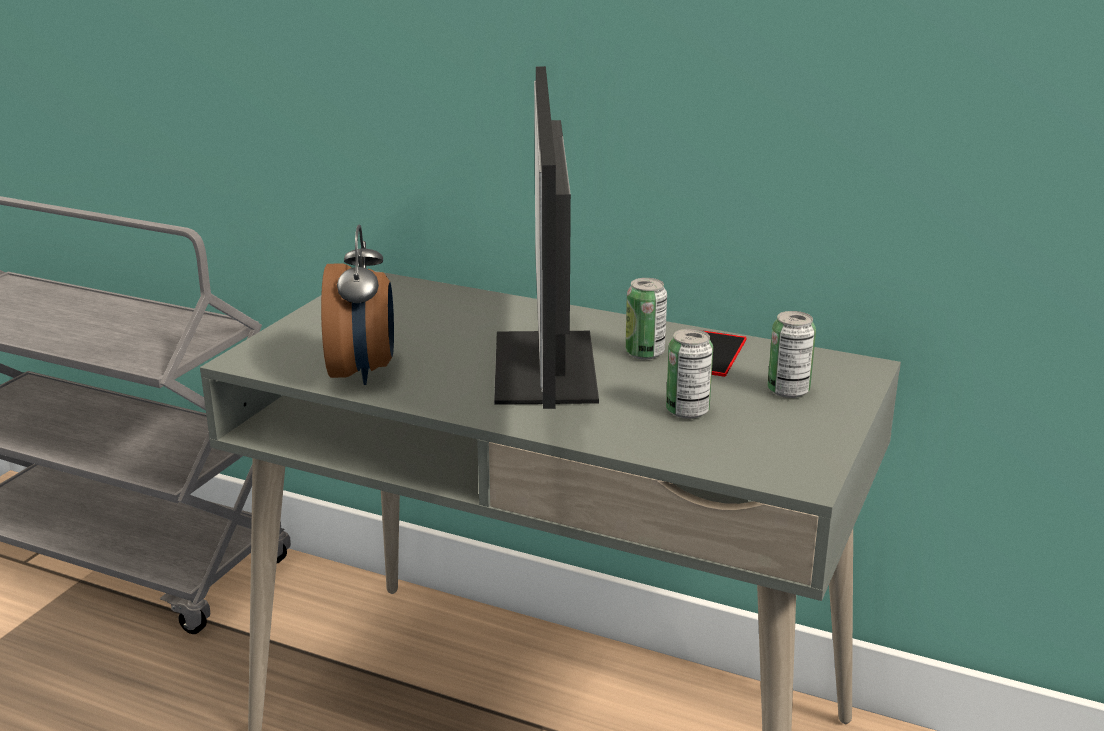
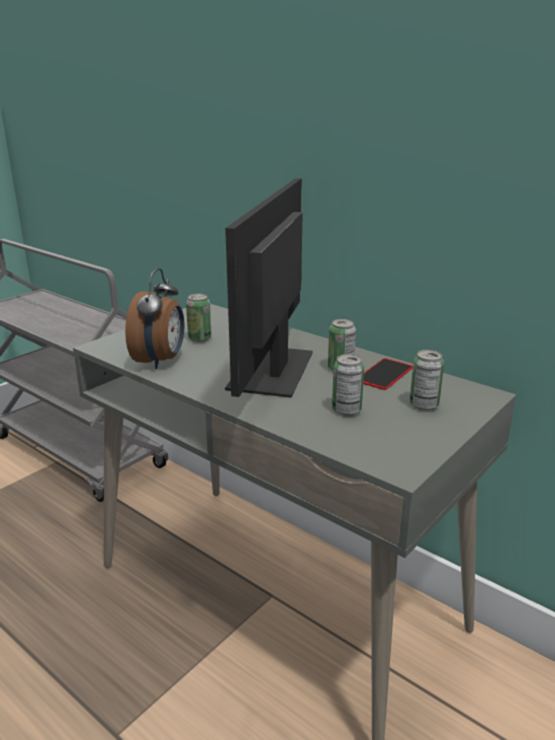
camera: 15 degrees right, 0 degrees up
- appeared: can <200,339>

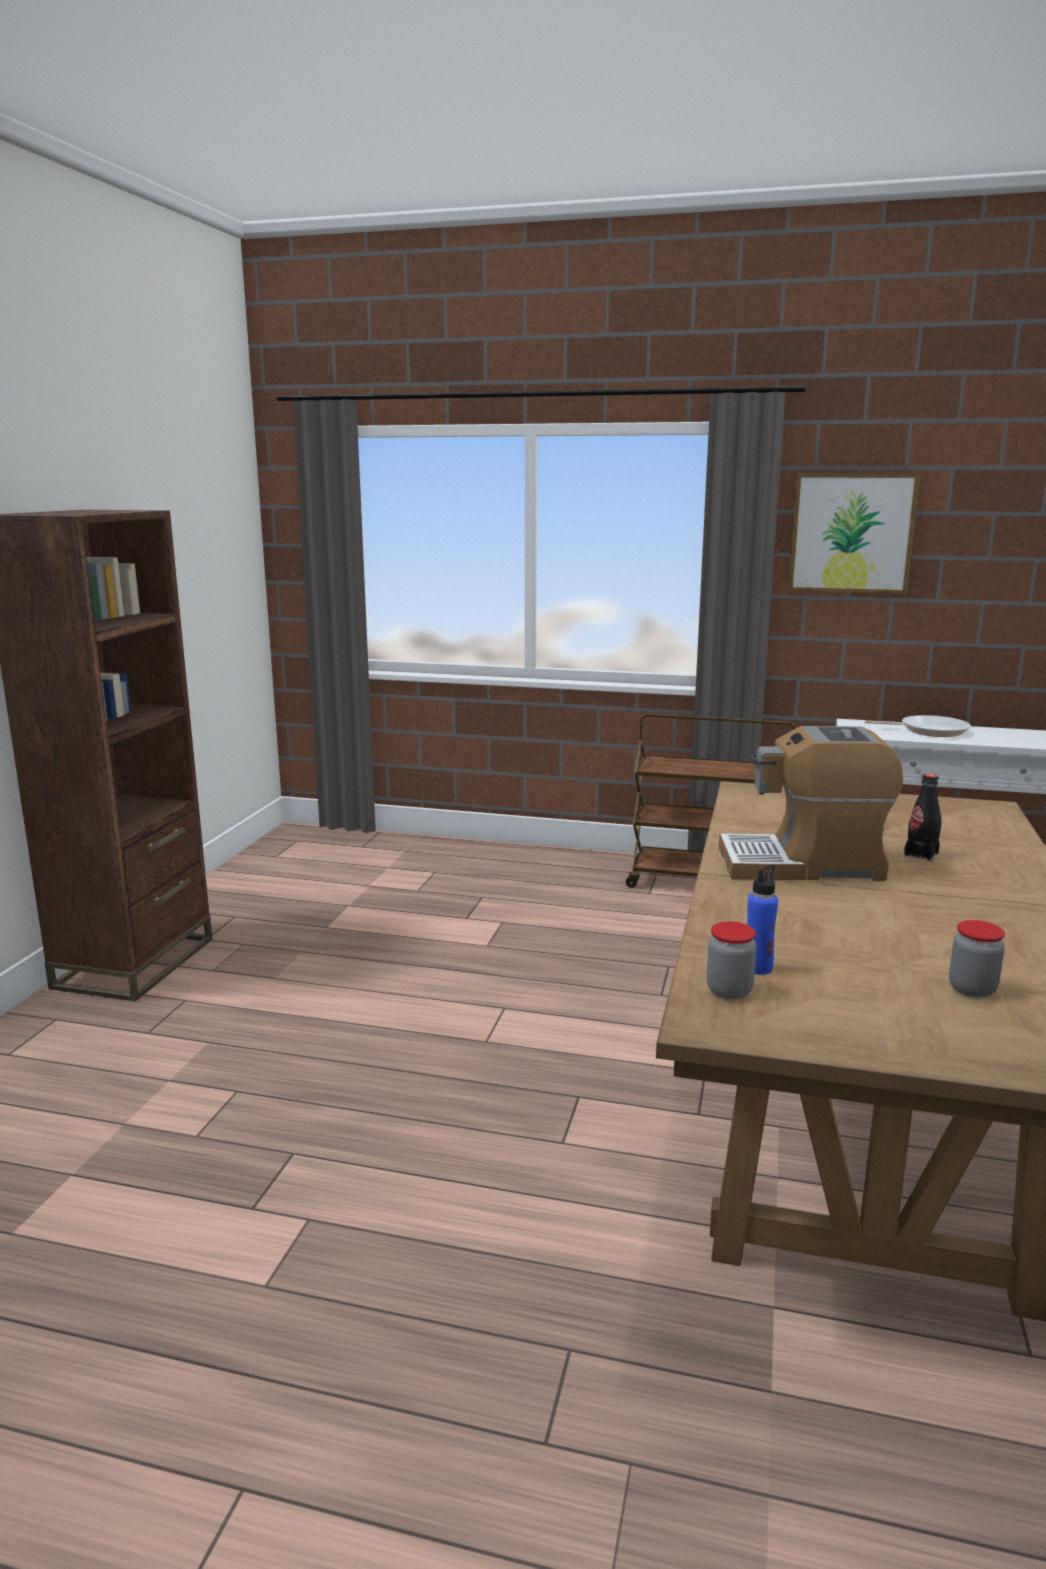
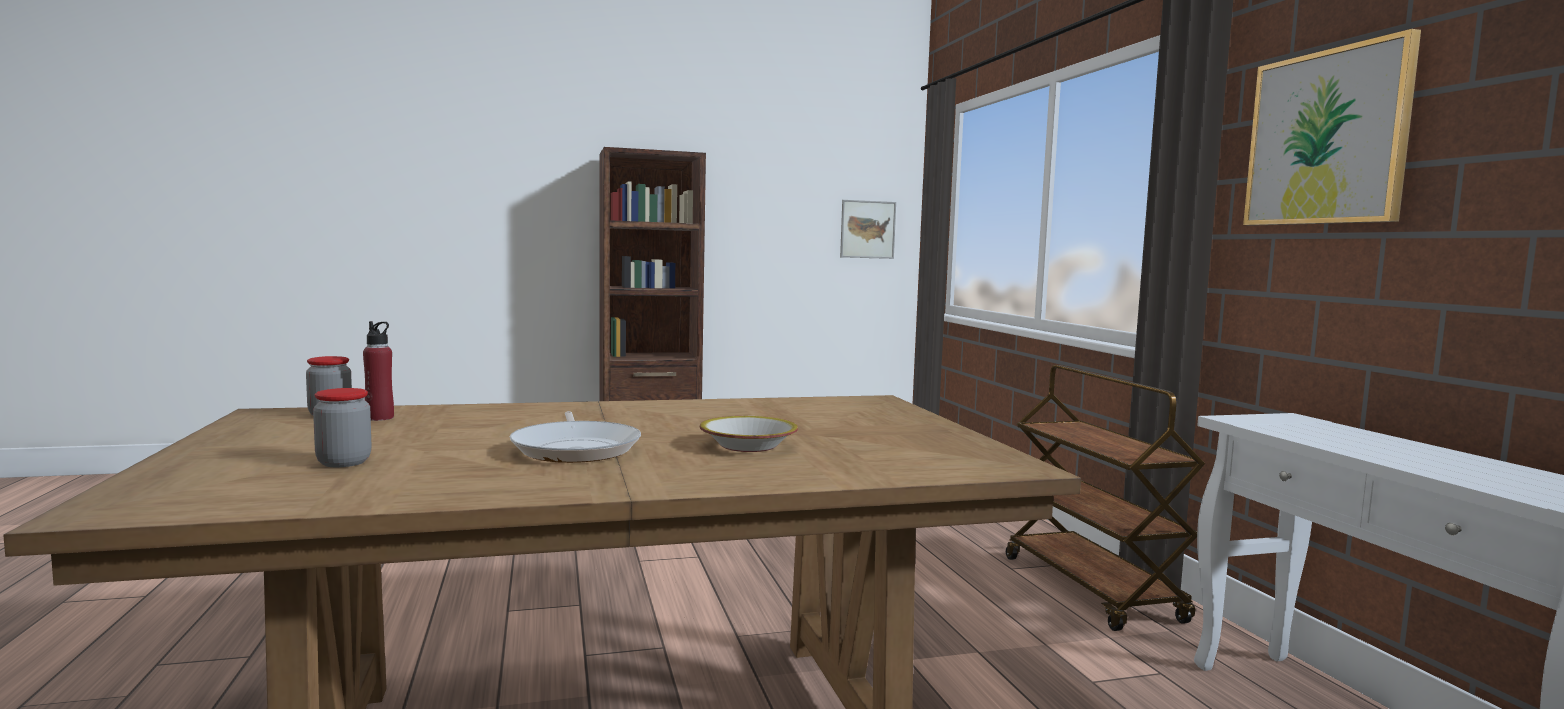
camera: 60 degrees right, 10 degrees down
- missing: coffee machine <803,864>
- colour: blue bottle <758,968> to red bottle <379,418>
- relocated: frying pan <929,730> to <576,448>
- exchanged: black bottle <921,854> to bowl <748,446>
- appeared: picture <867,229>

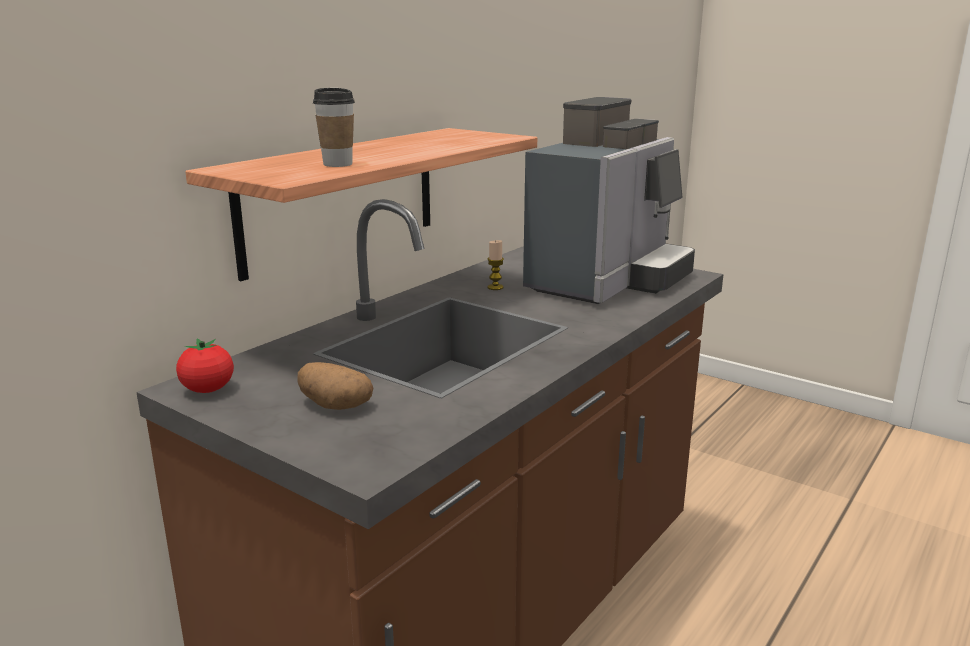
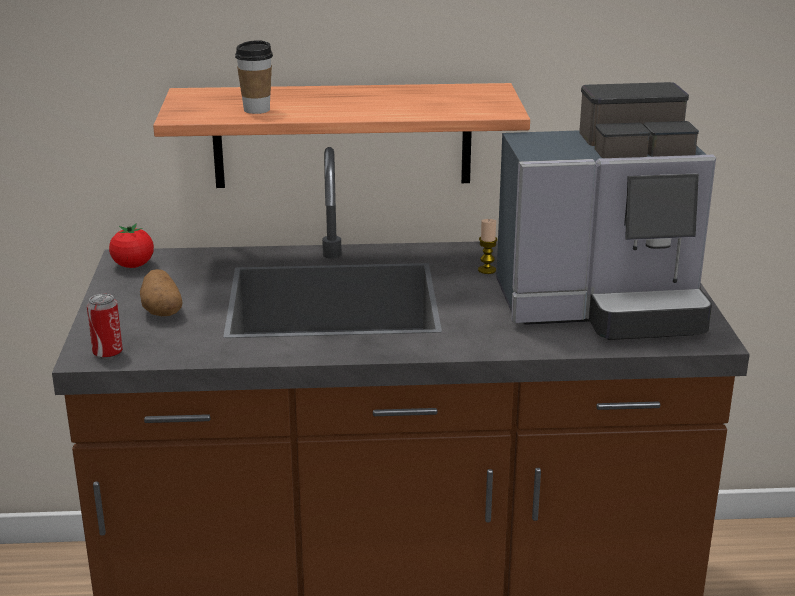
camera: 50 degrees right, 5 degrees up
- appeared: can <108,353>

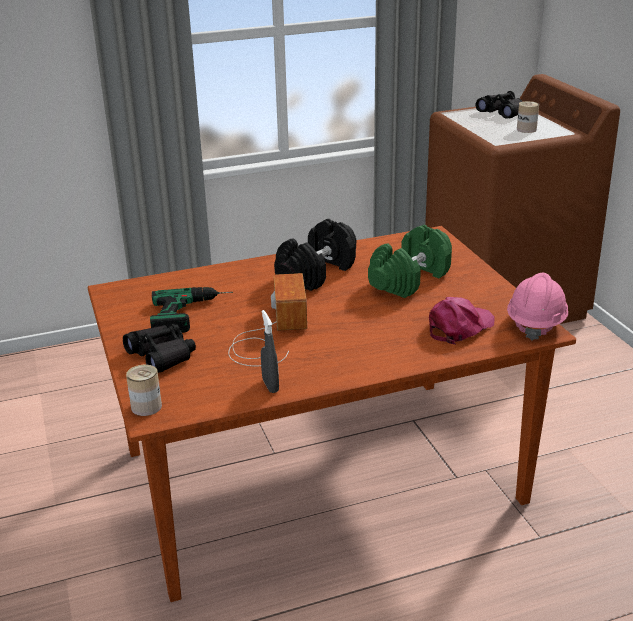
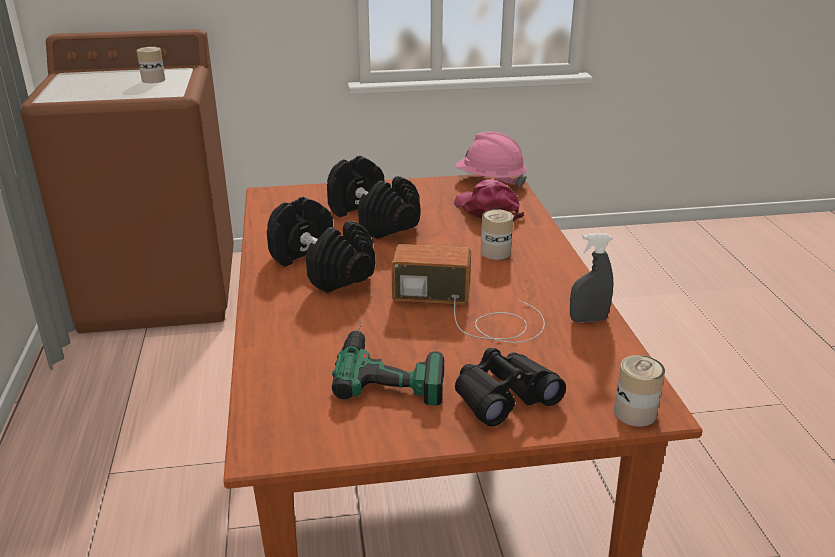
camera: 80 degrees left, 0 degrees up
- colour: green dumbbell <409,279> to black dumbbell <372,219>
- missing: black binoculars <502,112>
- appeared: can <495,252>

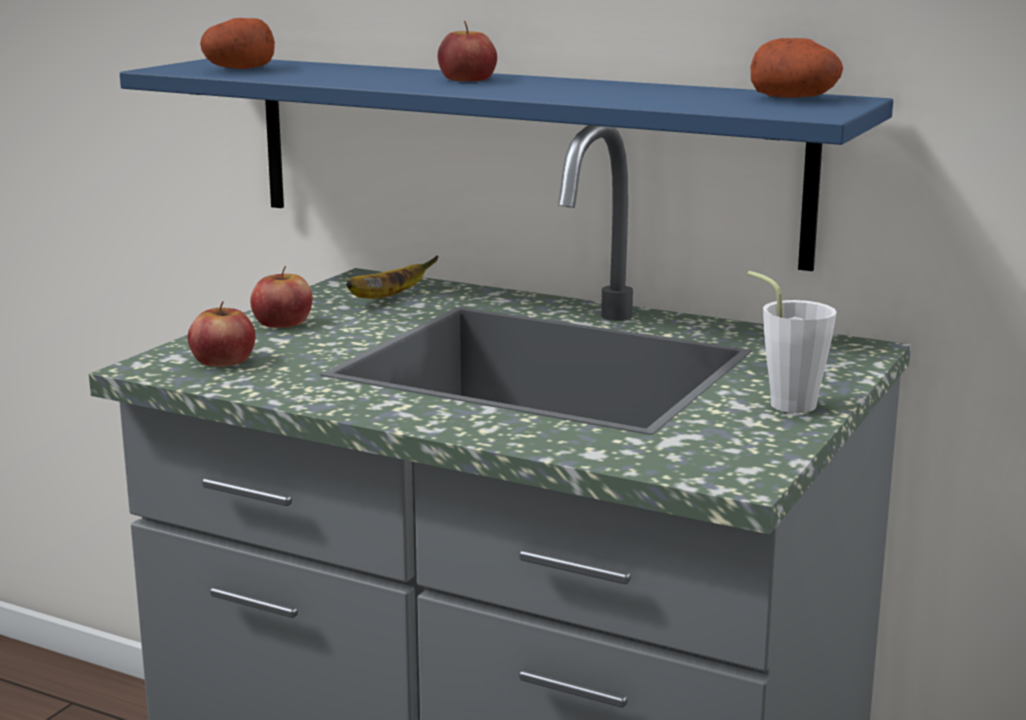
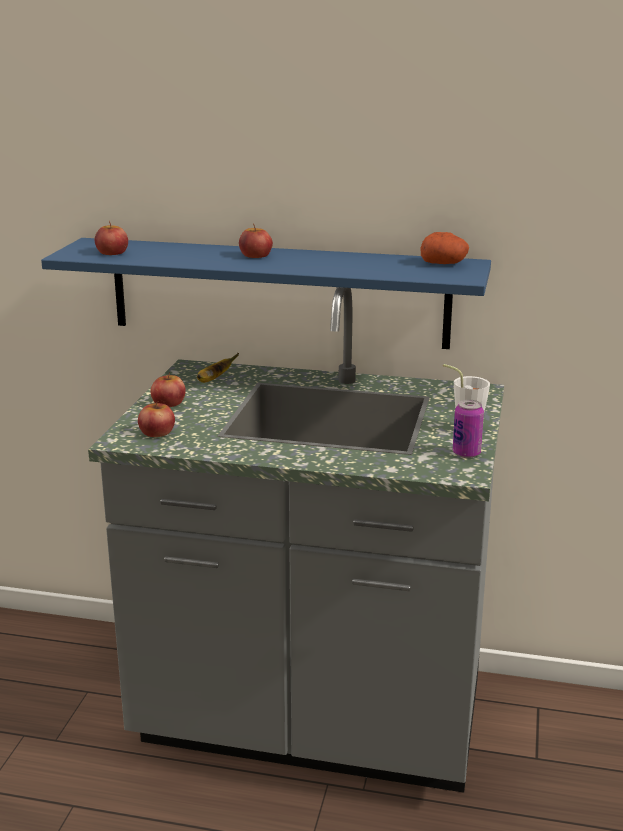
camera: 15 degrees left, 5 degrees up
- exchanged: potato <239,69> to apple <112,252>
- appeared: can <466,453>

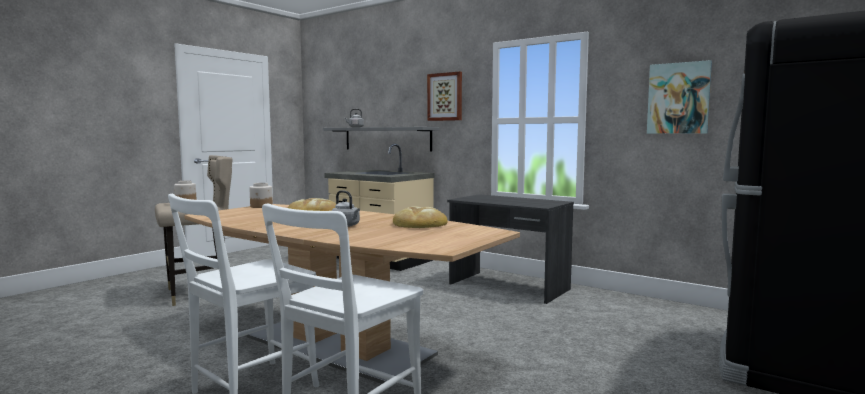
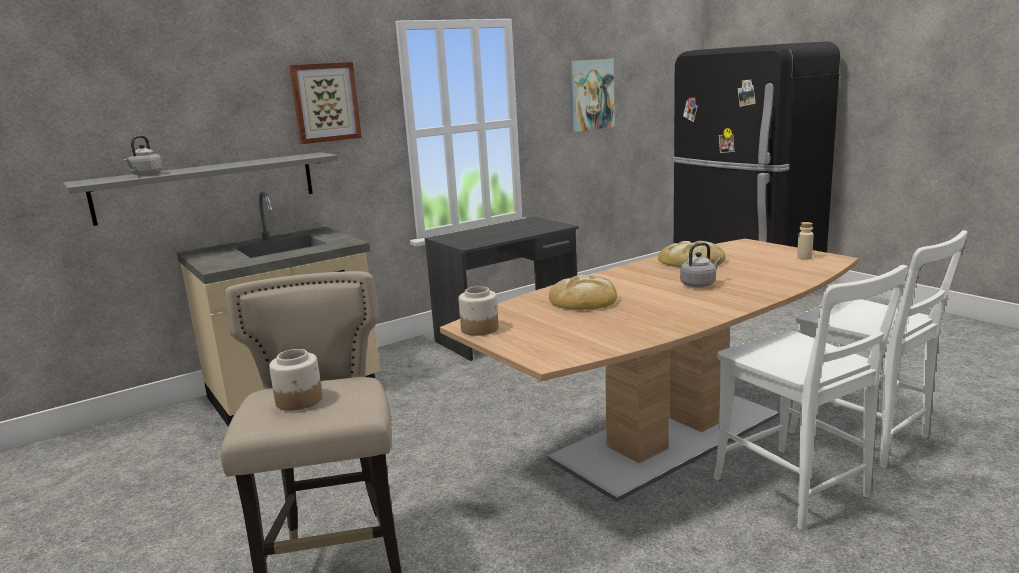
camera: 70 degrees left, 10 degrees up
- appeared: beige bottle <804,258>

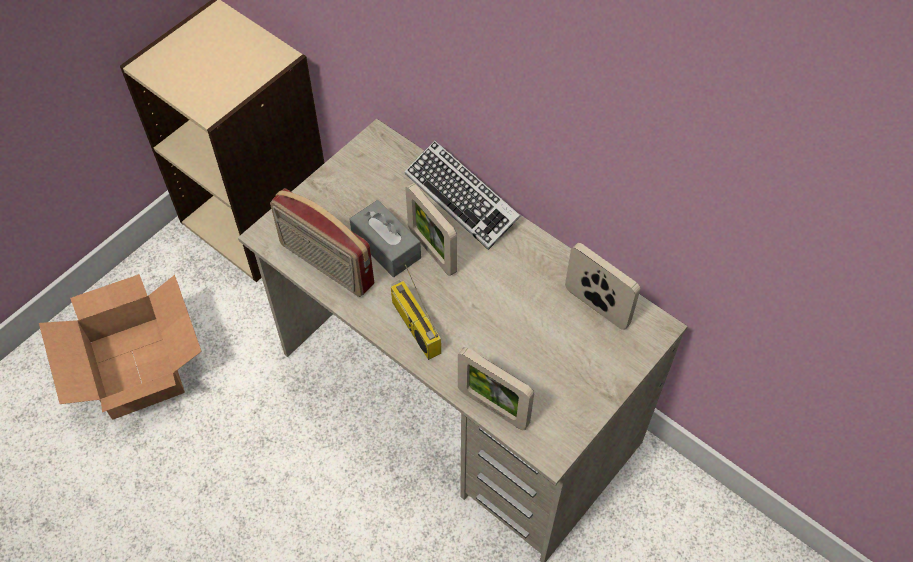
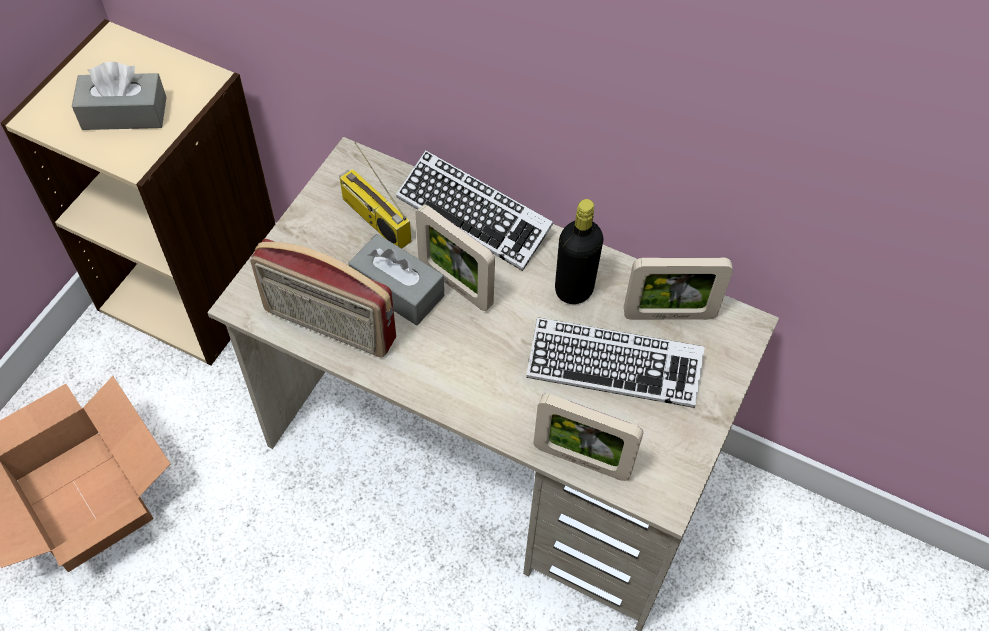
camera: 15 degrees left, 0 degrees up
- relocated: radio <414,326> to <374,219>
- spun: picture frame <596,307> = <669,315> 150 degrees clockwise
- appeared: grey tissue box <124,113>
- appeared: keyboard <613,367>
- appeared: black bottle <574,289>

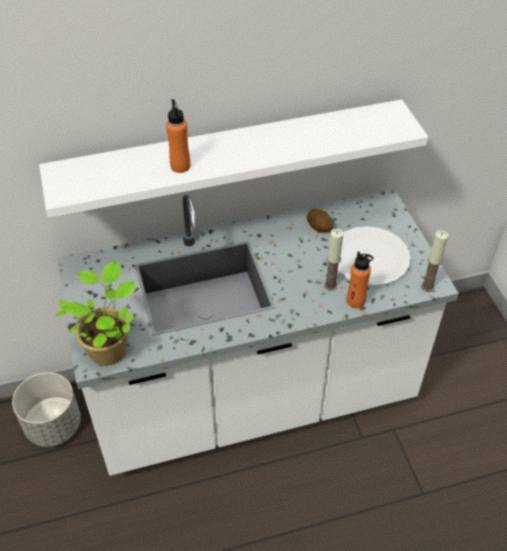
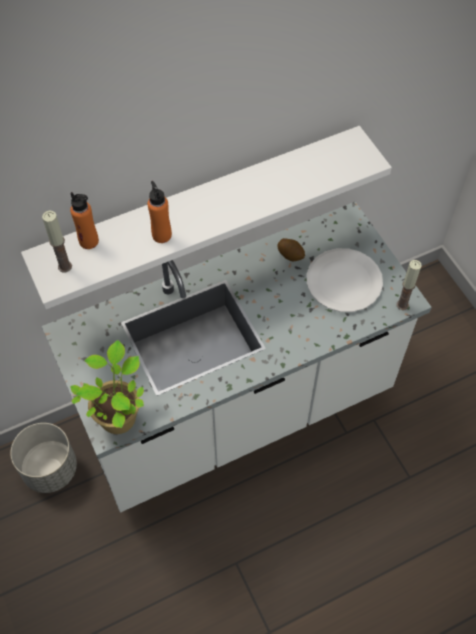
camera: 10 degrees left, 10 degrees up
- relocated: candle <330,285> to <65,266>
- relocated: orange bottle <355,301> to <89,241>

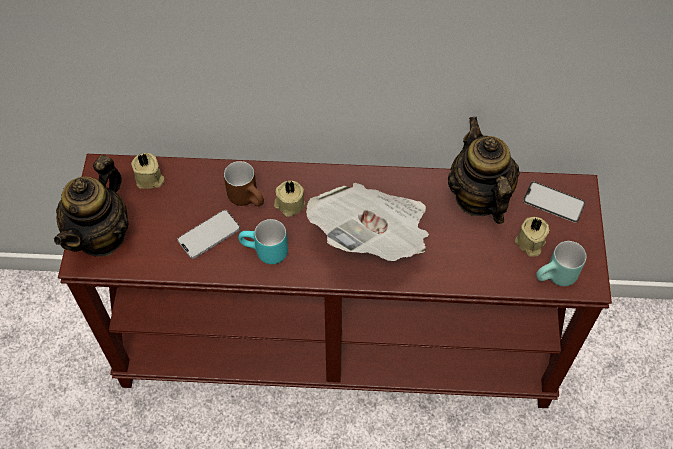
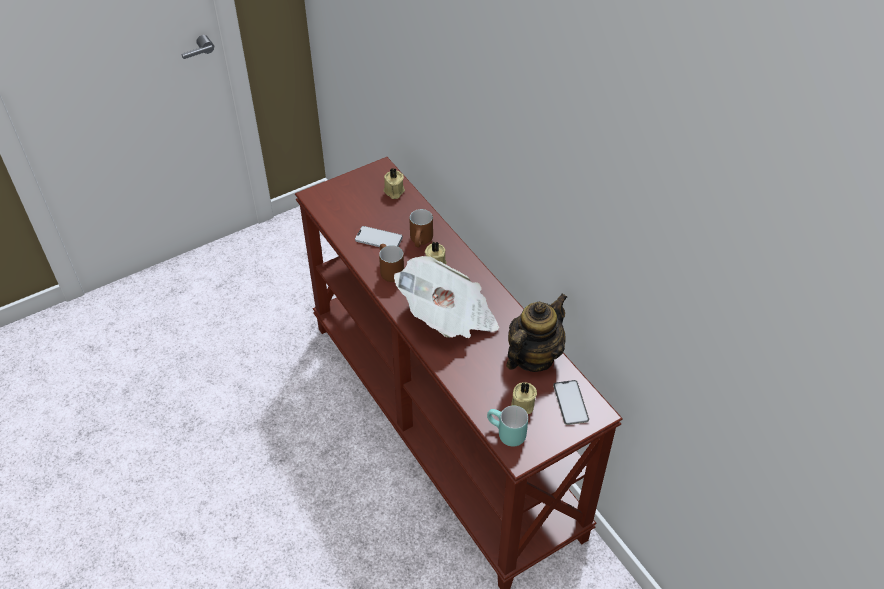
camera: 55 degrees right, 10 degrees down
- missing: teapot <101,235>
- colour: turquoise mug <264,253> to brown mug <388,271>

